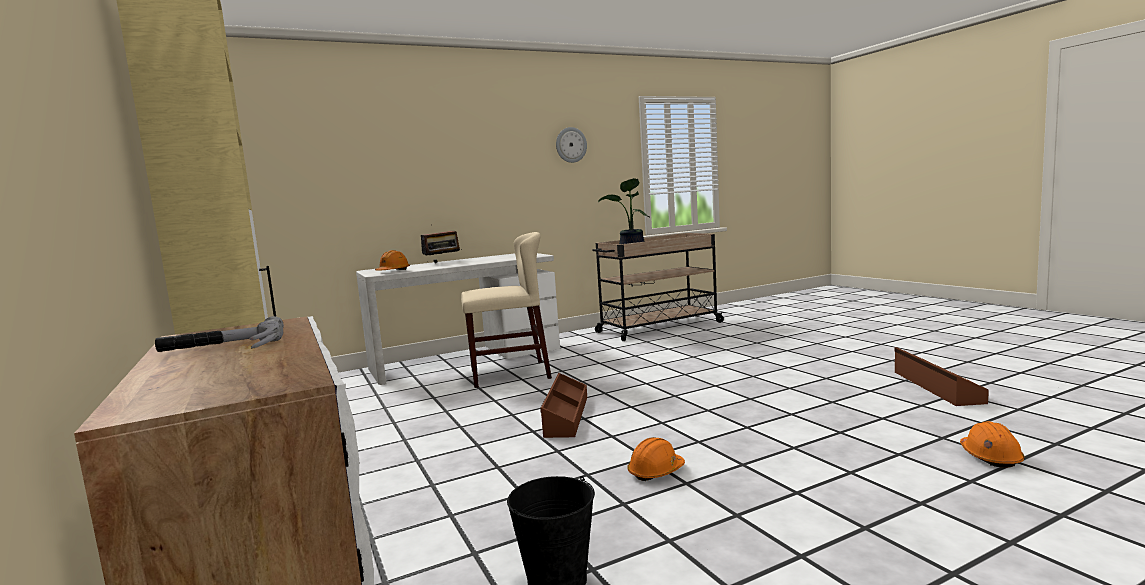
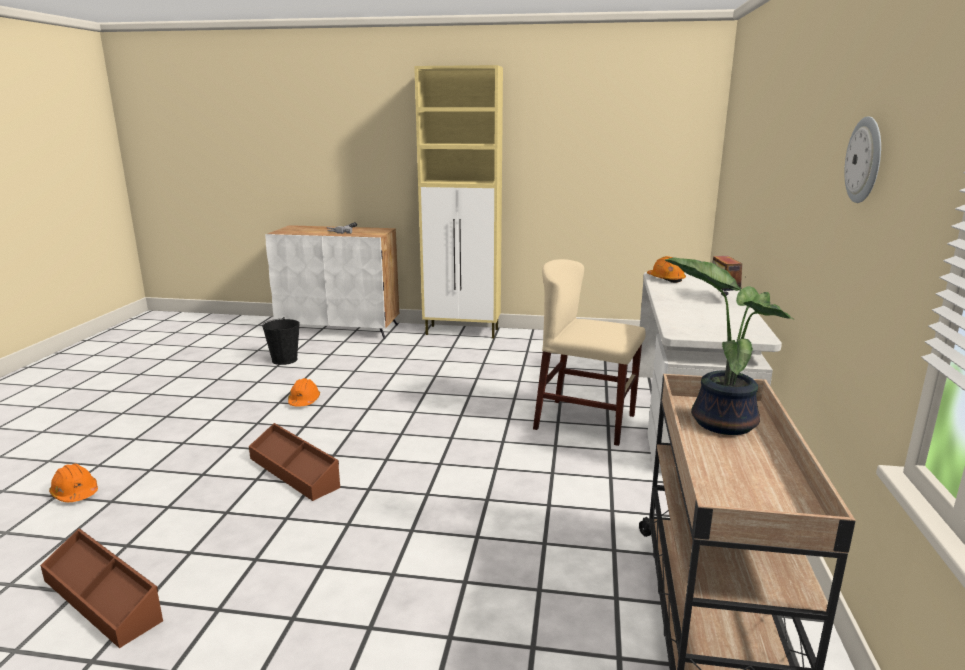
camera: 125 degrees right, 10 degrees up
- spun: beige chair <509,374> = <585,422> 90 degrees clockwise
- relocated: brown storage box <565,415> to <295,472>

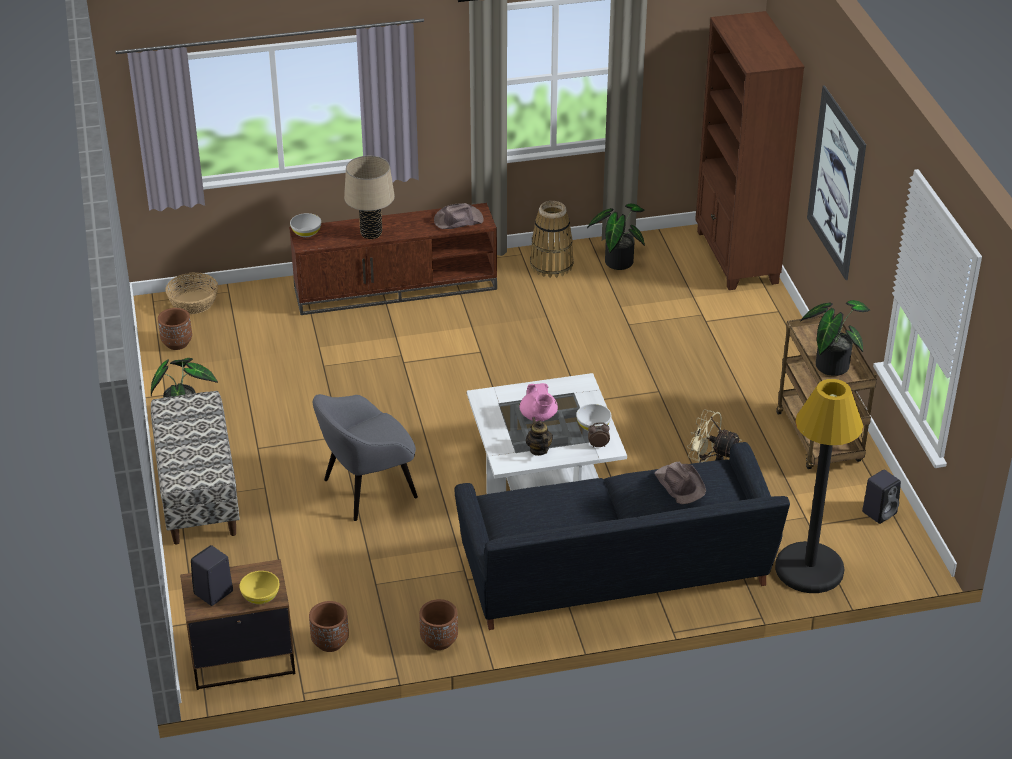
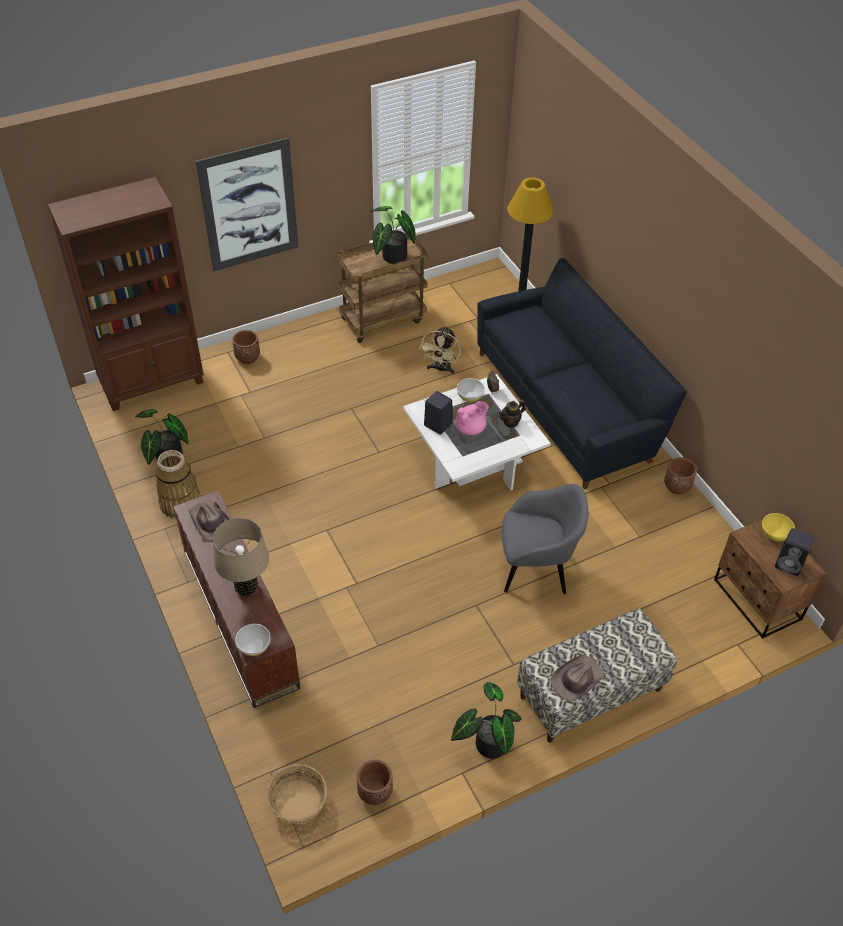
camera: 105 degrees left, 10 degrees up
- relocated: brown planter <330,642> to <248,358>
- spun: grey armchair <368,489> = <536,568> 45 degrees counterclockwise
- relocated: brown hat <680,484> to <576,679>
- relocated: black speaker <879,512> to <437,424>

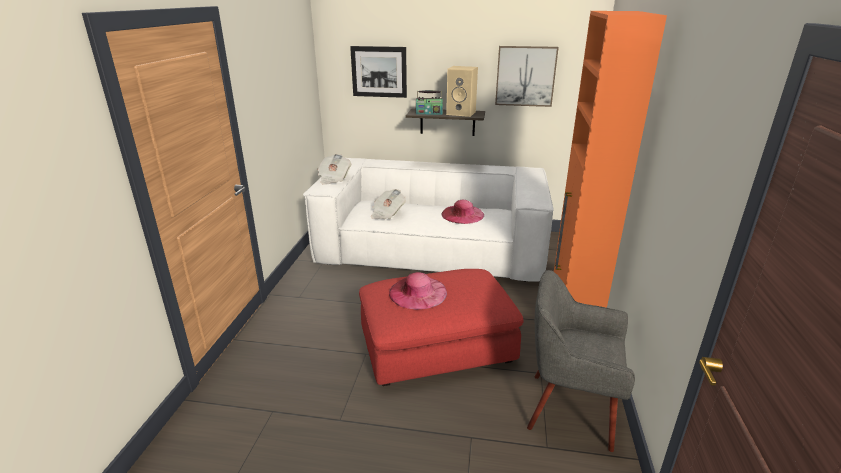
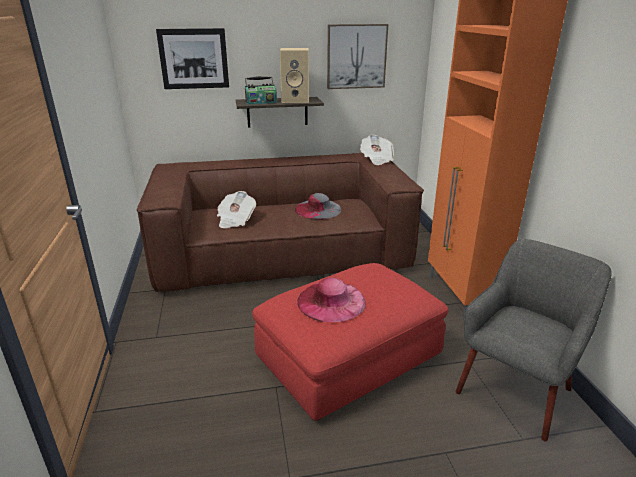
camera: 20 degrees left, 0 degrees up
- colour: white sofa <431,248> to brown sofa <282,252>
- relocated: newspaper <333,178> to <376,159>
- colour: pink hat <462,214> to grey hat <318,209>
- spun: grey armchair <569,408> = <516,391> 135 degrees clockwise

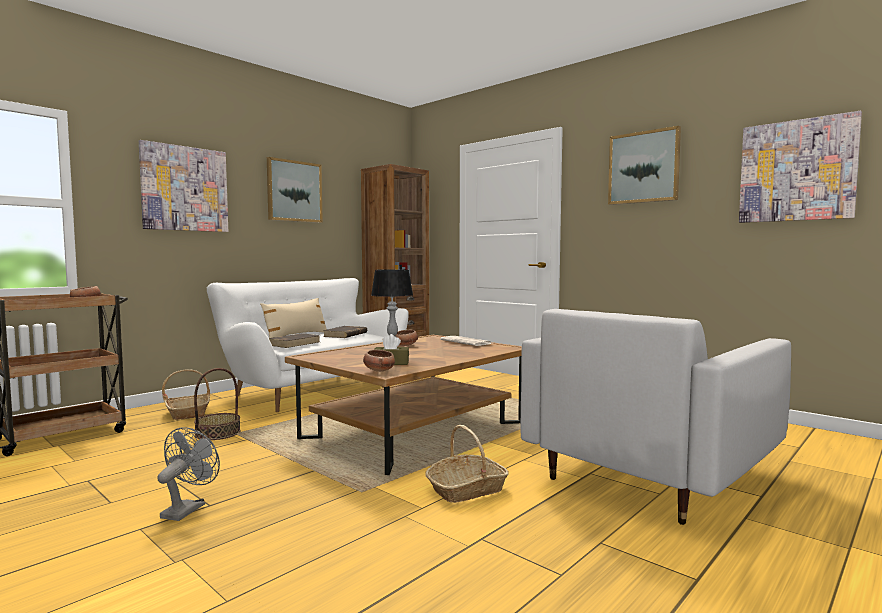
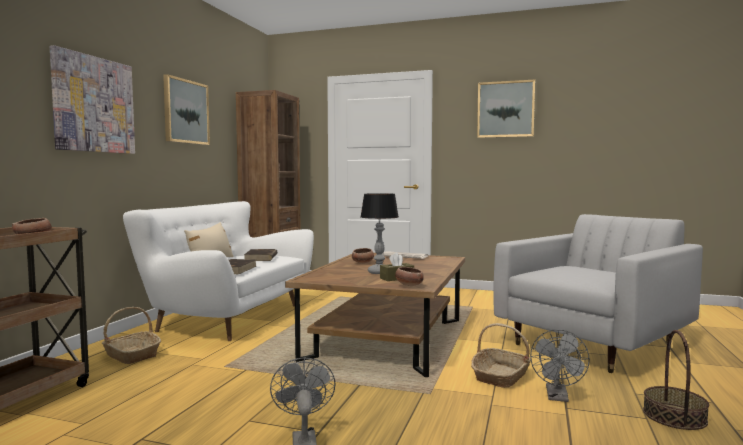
camera: 25 degrees left, 0 degrees up
- relocated: basket <218,433> to <674,416>
- spun: white armchair <651,474> = <594,344> 150 degrees counterclockwise
- missing: picture <796,171>
- appeared: grey fan <558,397>

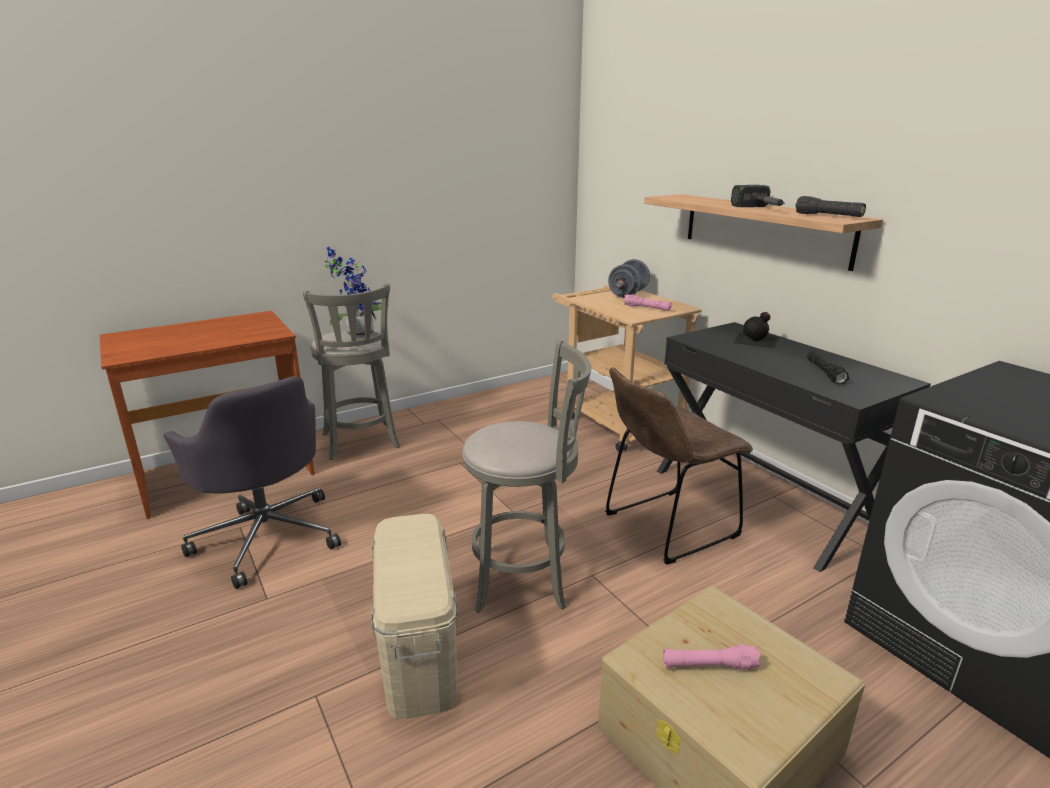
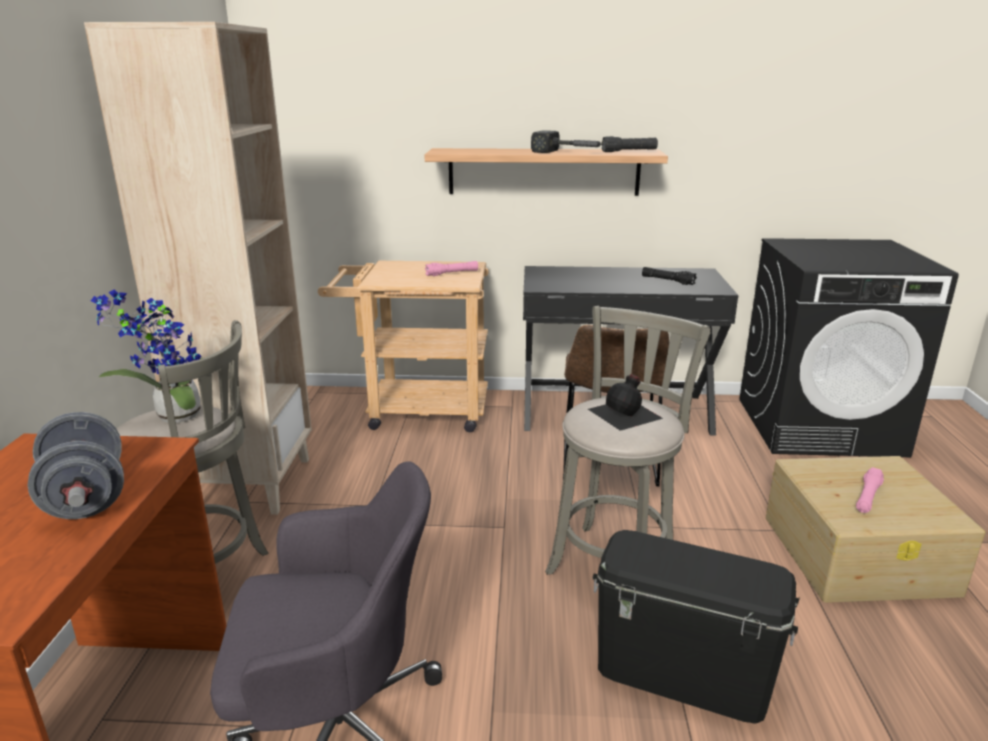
camera: 55 degrees left, 0 degrees up
- colour: beige storage box <419,655> to black storage box <682,673>
- relocated: grey dumbbell <628,294> to <86,498>
- relocated: black bottle <756,340> to <626,413>
- appeared: beige bookcase <252,483>

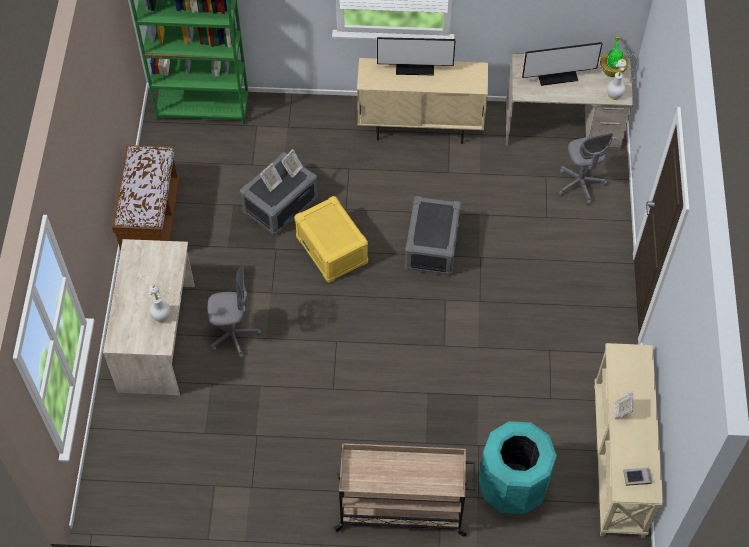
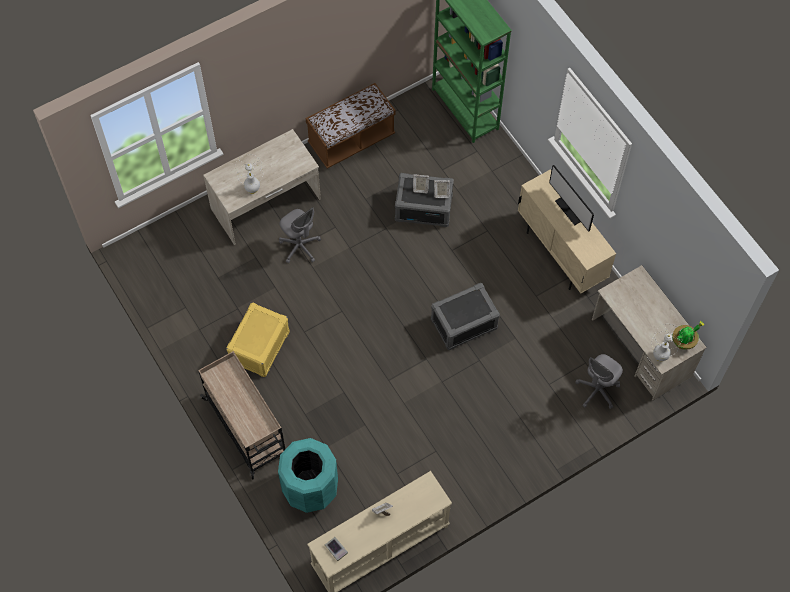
camera: 55 degrees right, 5 degrees up
- relocated: yellow storage box <332,249> to <260,347>
- missing: monitor <557,76>

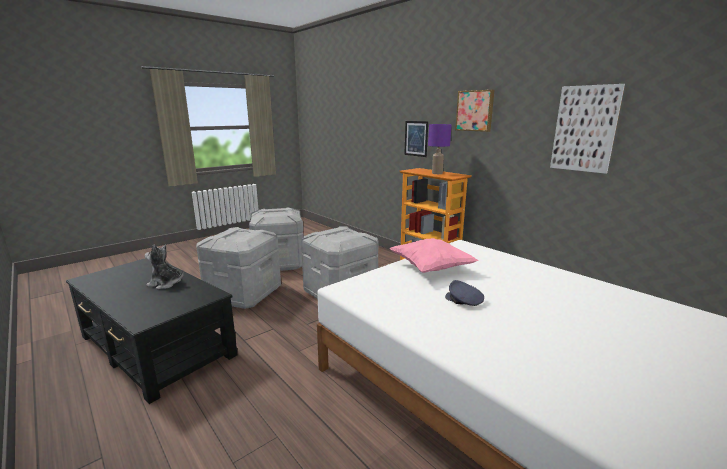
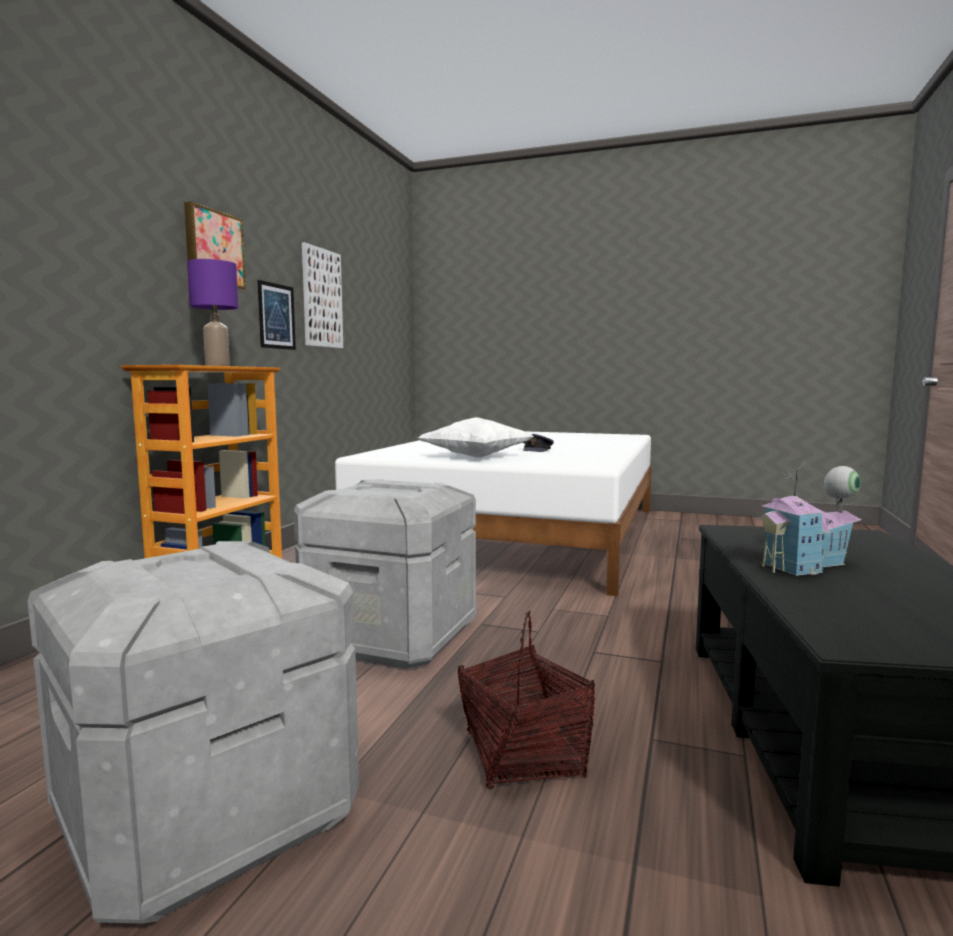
camera: 120 degrees left, 10 degrees down
- exchanged: plush toy <165,283> to toy house <807,566>
- exchanged: grey storage box <243,294> to basket <523,755>
- colour: pink pillow <431,268> to white pillow <476,457>
- relocated: picture <416,138> to <276,316>

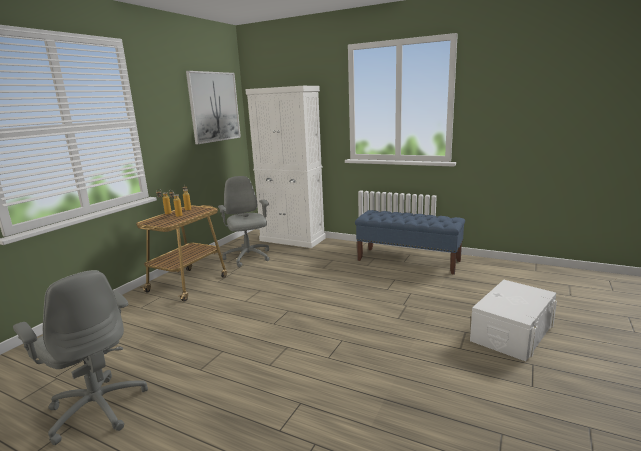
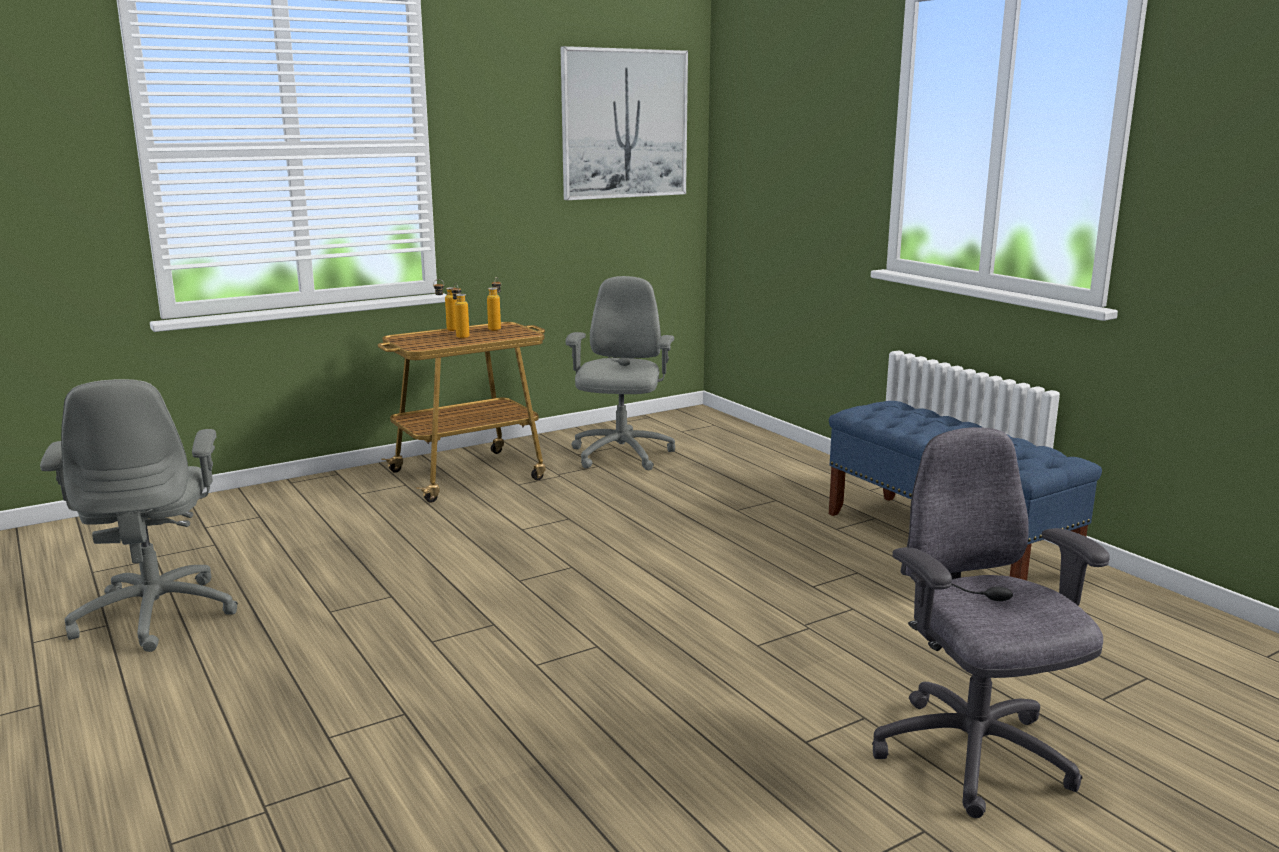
camera: 30 degrees right, 0 degrees up
- missing: white cabinet <292,239>
- exchanged: white storage box <511,332> to grey office chair <973,757>

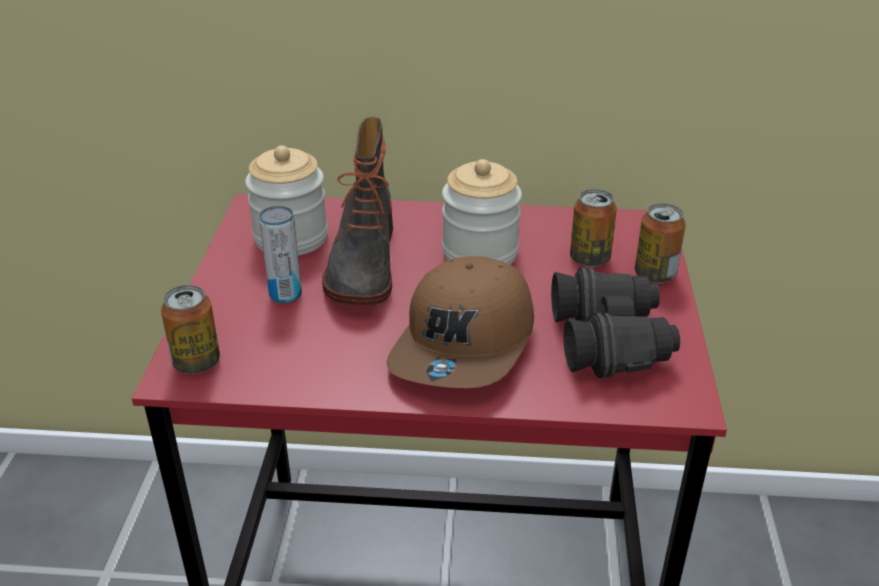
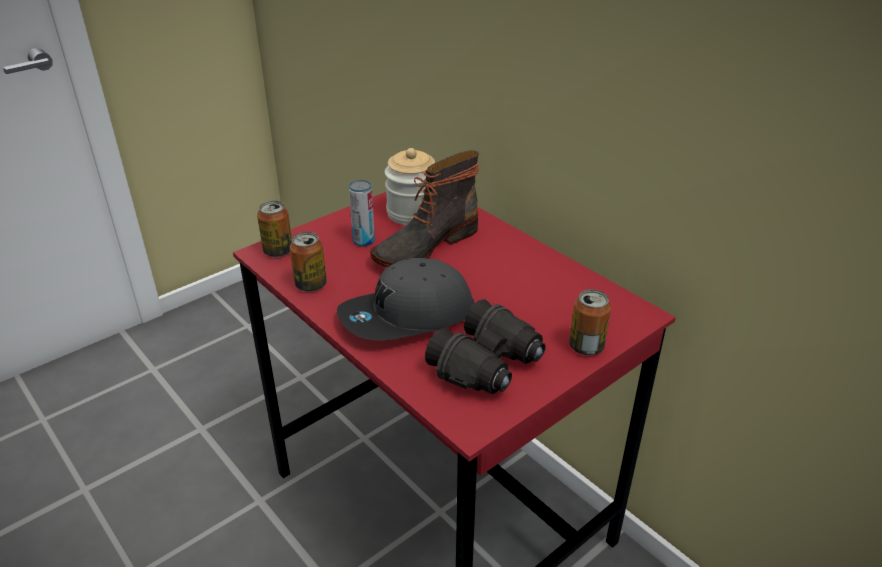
camera: 45 degrees right, 0 degrees up
- colour: brown cap <466,344> to grey cap <407,317>
- missing: jar <480,253>
- relocated: can <589,259> to <311,285>

